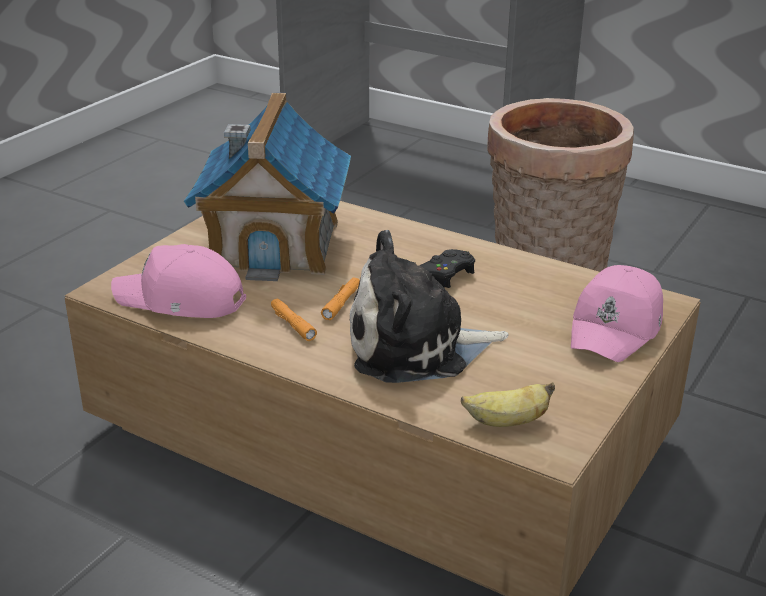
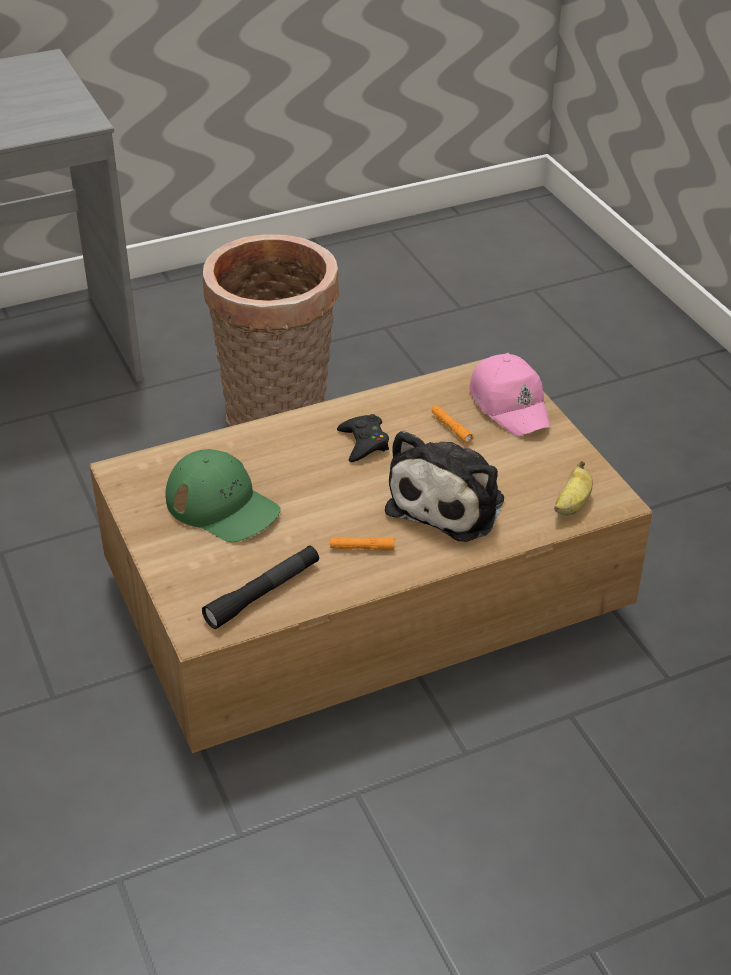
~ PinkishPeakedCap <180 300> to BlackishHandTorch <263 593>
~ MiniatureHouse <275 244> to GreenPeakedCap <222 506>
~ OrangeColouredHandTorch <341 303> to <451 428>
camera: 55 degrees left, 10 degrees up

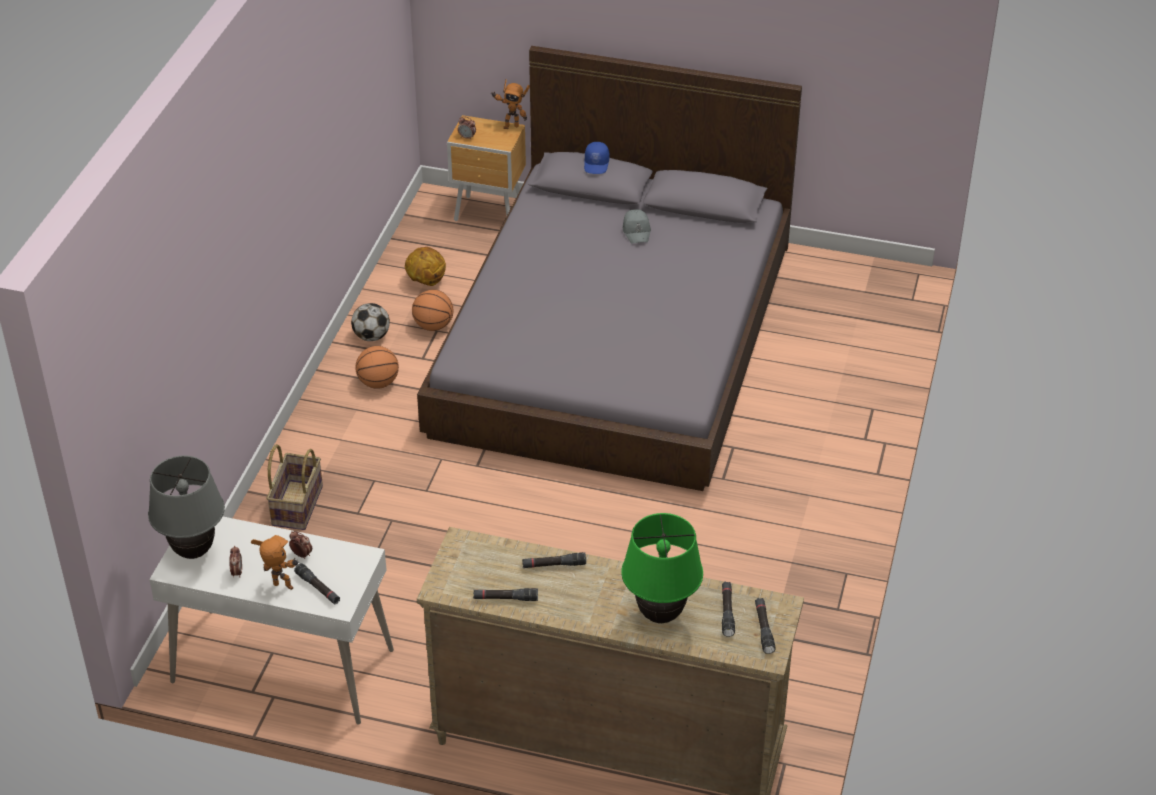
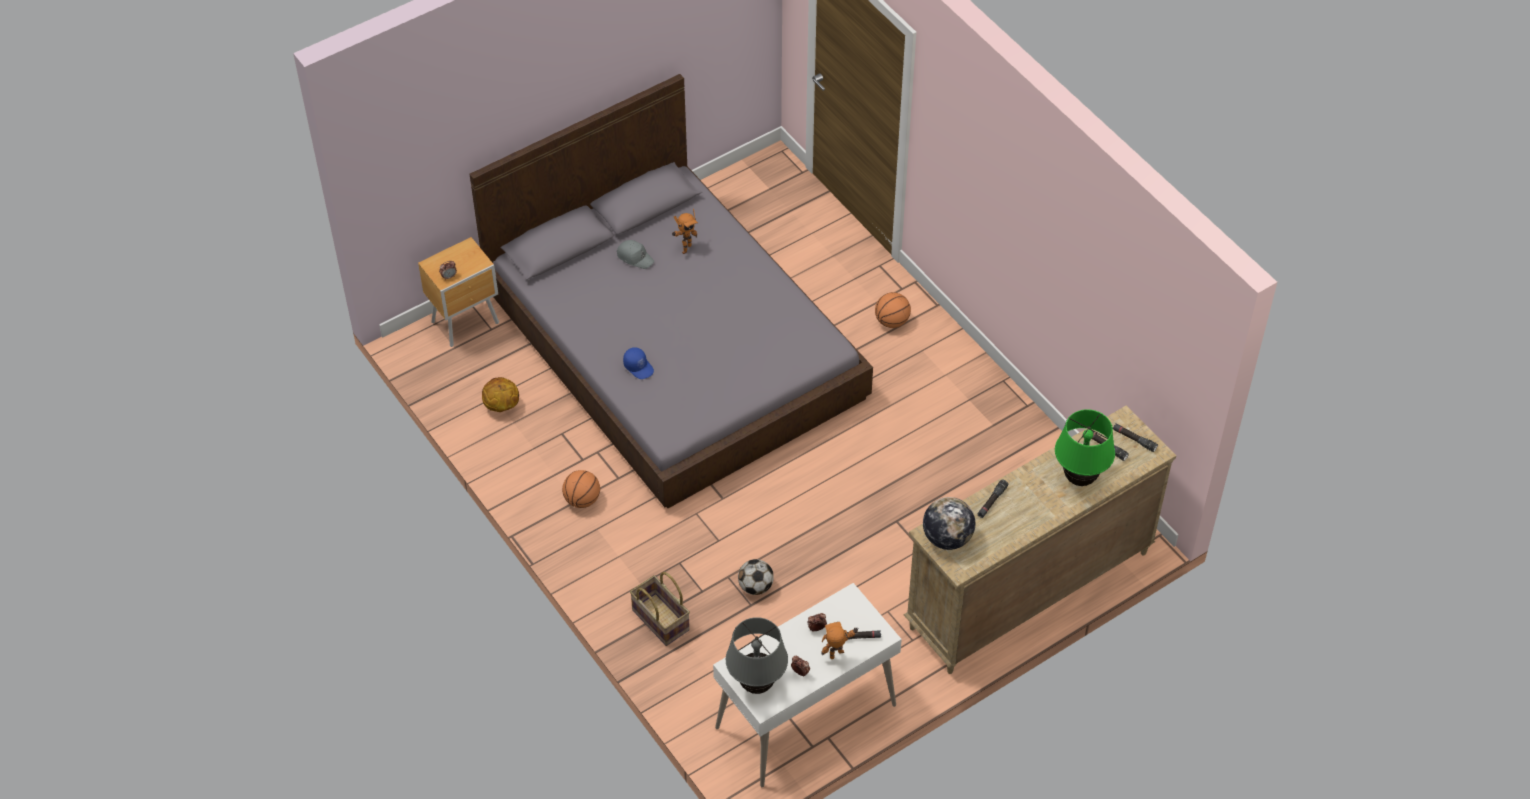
~ BallForFootball <371 336> to <755 587>
~ Basketball <433 326> to <892 321>
- BlackishHandTorch <505 598>
~ ModelRobot <510 126> to <685 248>
~ BlueColouredPeakedCap <597 164> to <639 367>
+ WorldGlobe <947 538>
camera: 50 degrees left, 10 degrees up

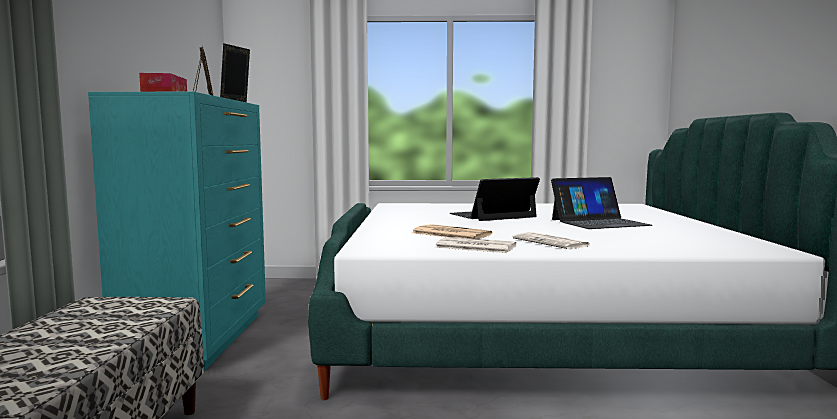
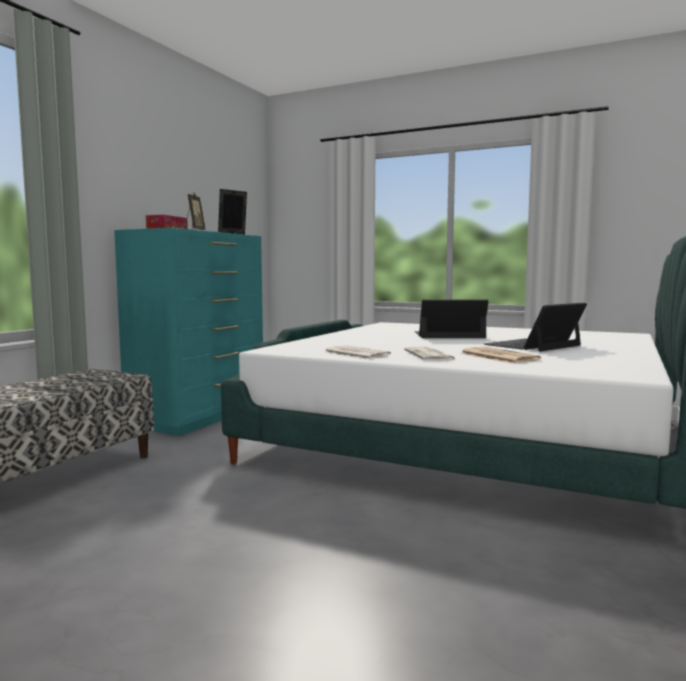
~ Newspaper <450 234> to <497 356>
~ NotebookComputer <599 222> = <533 345> 135 degrees clockwise
camera: 25 degrees right, 0 degrees up

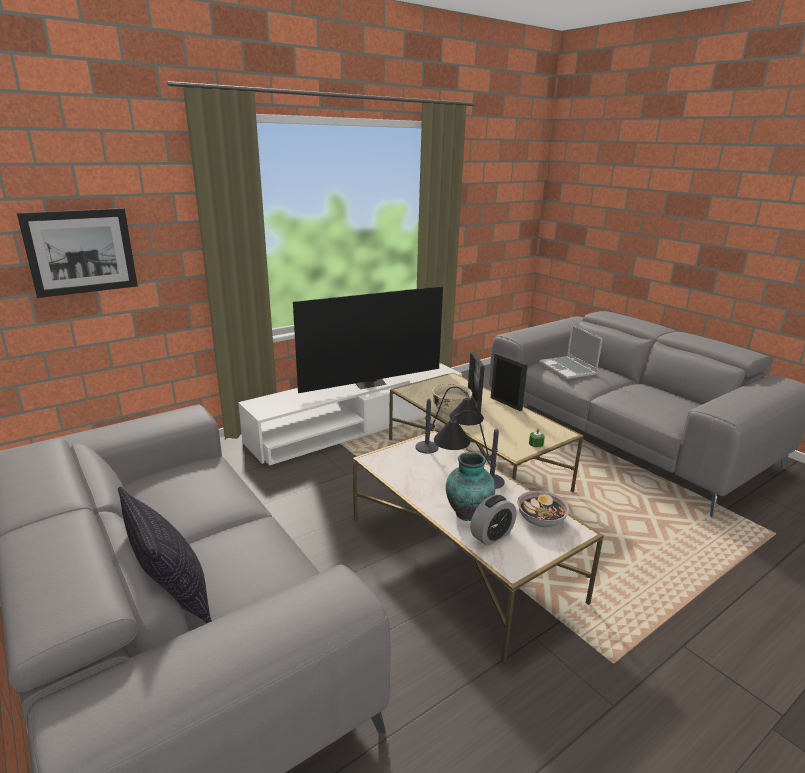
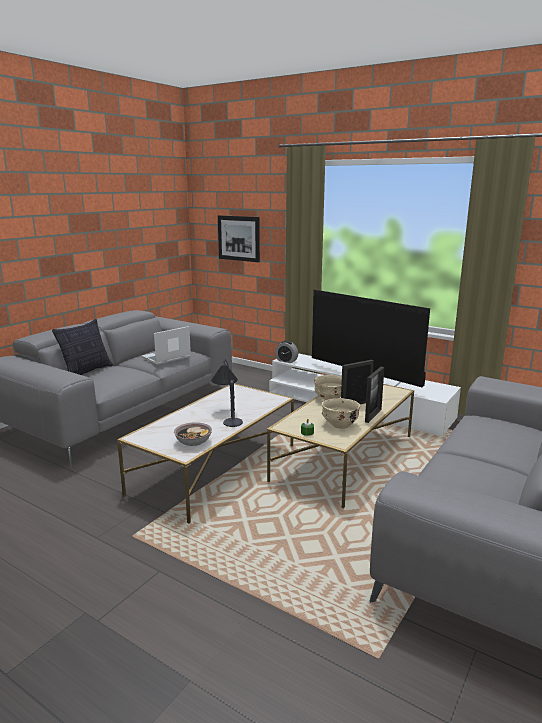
- TabletopLamp <450 451>
- Vase <467 513>
~ BedsideClock <492 535> to <286 361>
~ NotebookComputer <568 369> to <166 358>
+ SandColouredDeepDish <339 425>
camera: 70 degrees right, 5 degrees down

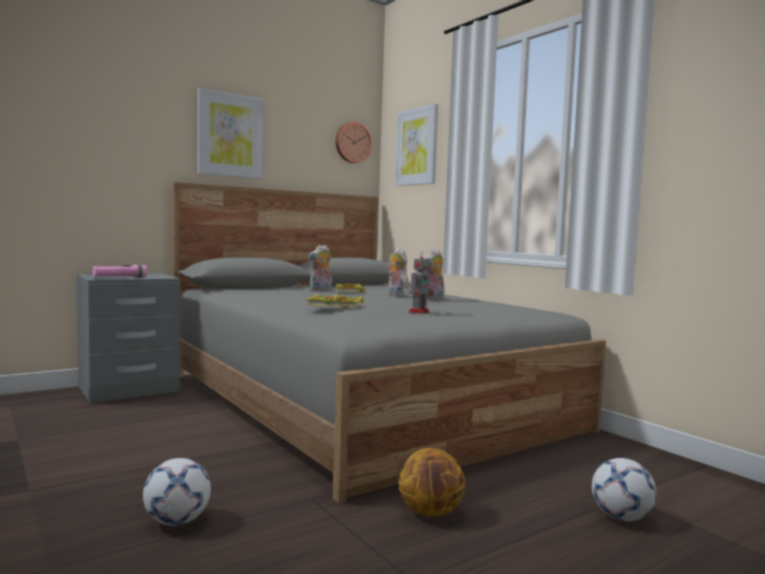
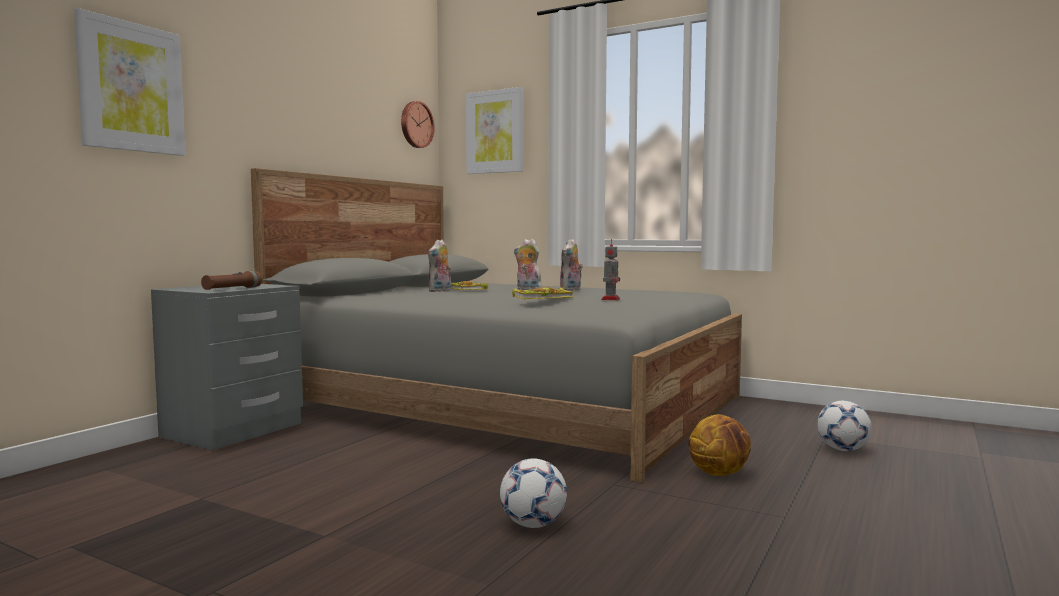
~ PinkishHandTorch <120 278> to BrownishHandTorch <232 289>
~ WallArt <230 135> to <131 87>
camera: 25 degrees left, 0 degrees up

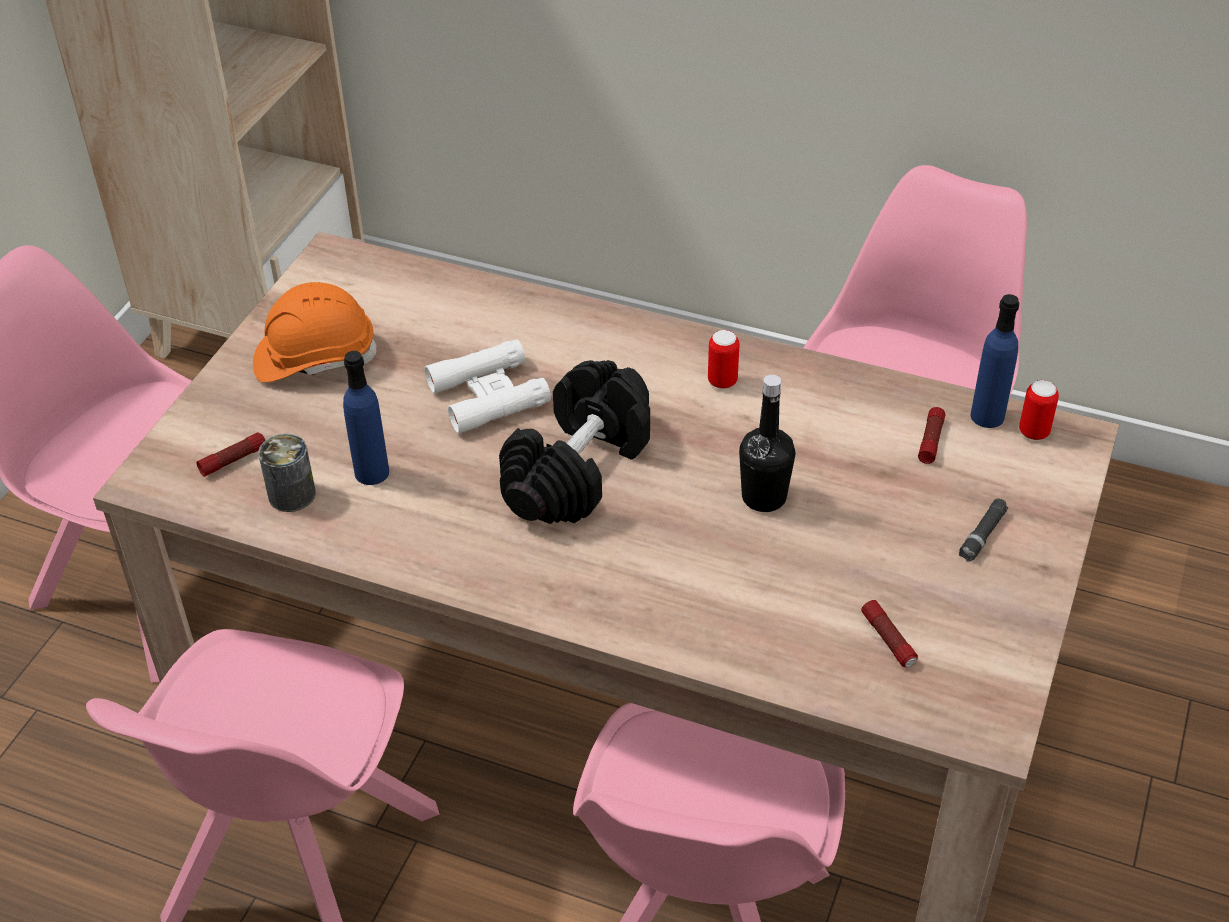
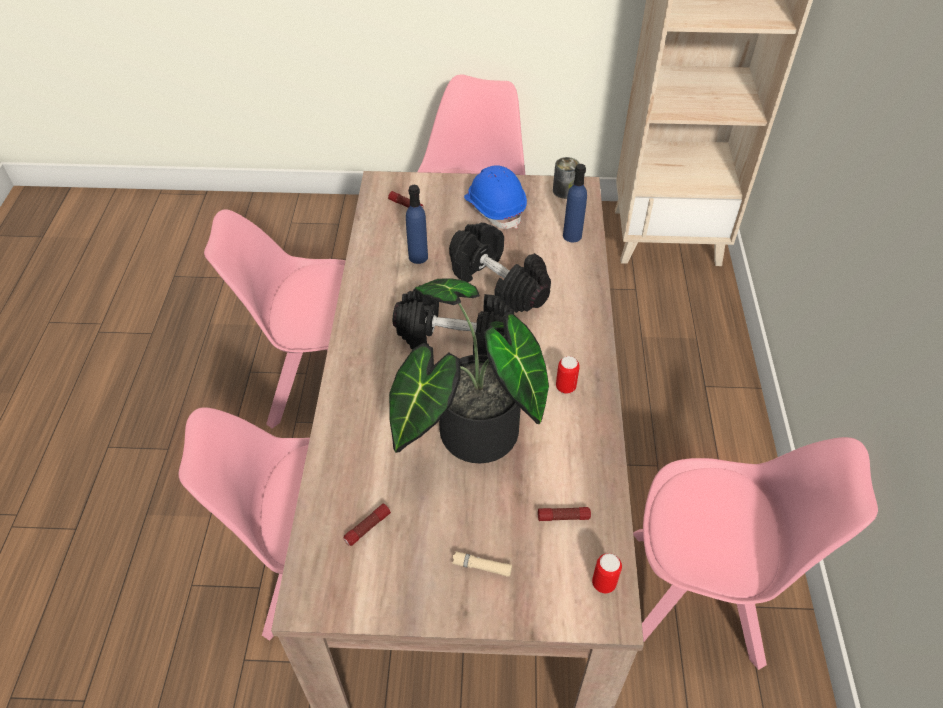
~ OrangeColouredWorkHelmet <315 358> to BlueColouredWorkHelmet <495 208>
~ MetalCan <292 495> to <564 190>
~ WhiteColouredBinoculars <488 395> to BlackishHandWeight <499 284>
~ BlackishDrinkBottle <764 497> to PlantInAPot <468 433>
~ BlackishHandTorch <982 535> to SandColouredHandTorch <481 567>
~ BlueColouredDrinkBottle <987 416> to <572 236>
camera: 70 degrees right, 5 degrees up

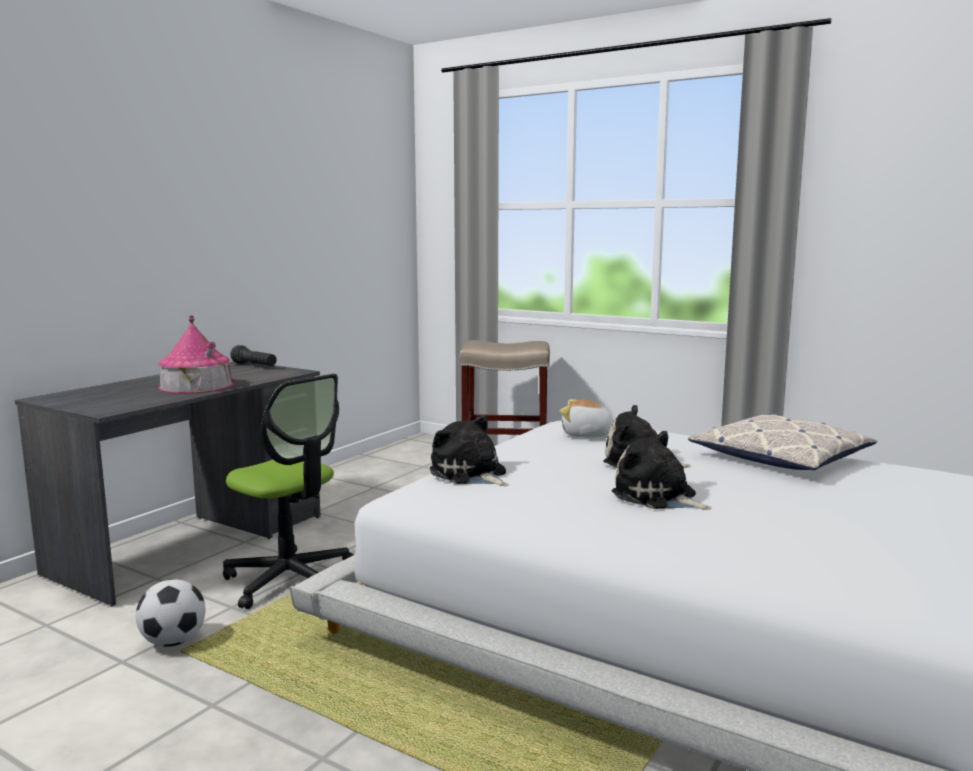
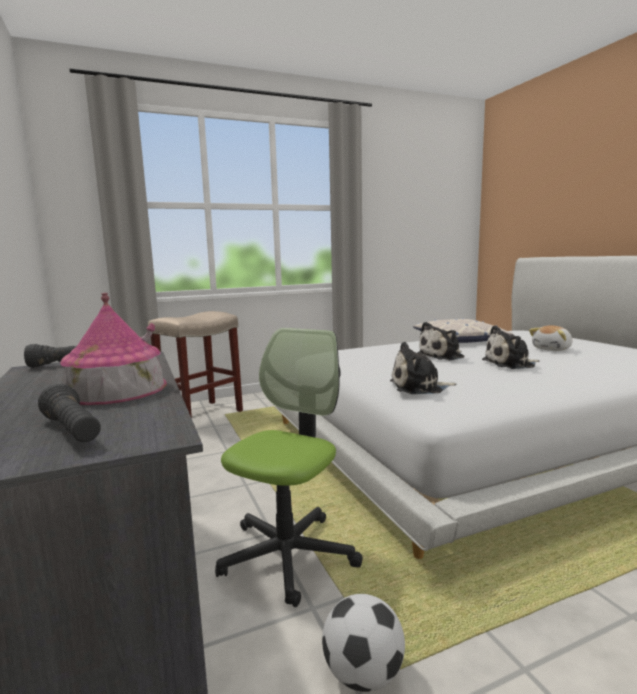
~ ComputerChair <290 579> = <288 555> 45 degrees counterclockwise
~ PlushToy <587 435> to <552 349>
+ BlackishHandTorch <73 431>
camera: 55 degrees left, 0 degrees up

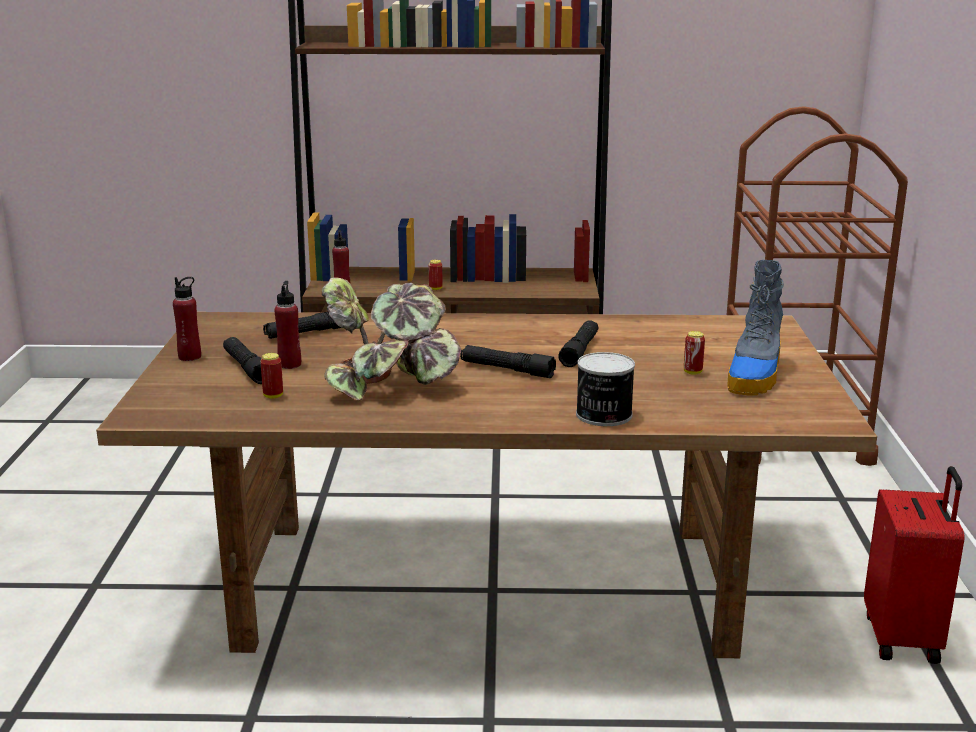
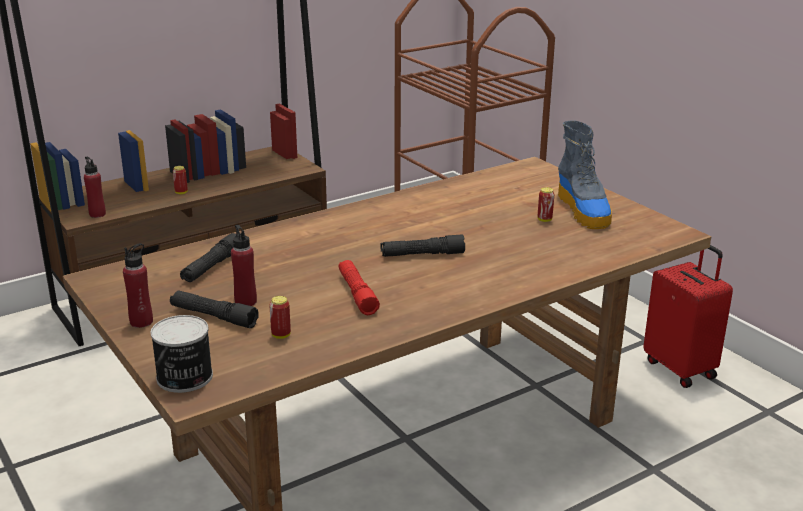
~ PlantInAPot <390 384> to RedHandTorch <357 294>
- BlackishHandTorch <579 351>
~ MetalCan <603 415> to <184 378>
camera: 35 degrees left, 5 degrees up

